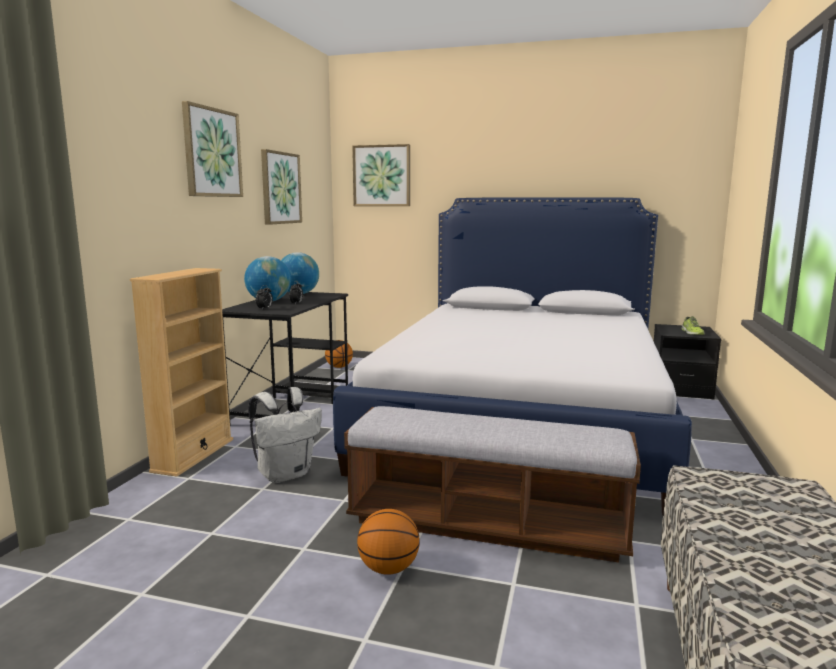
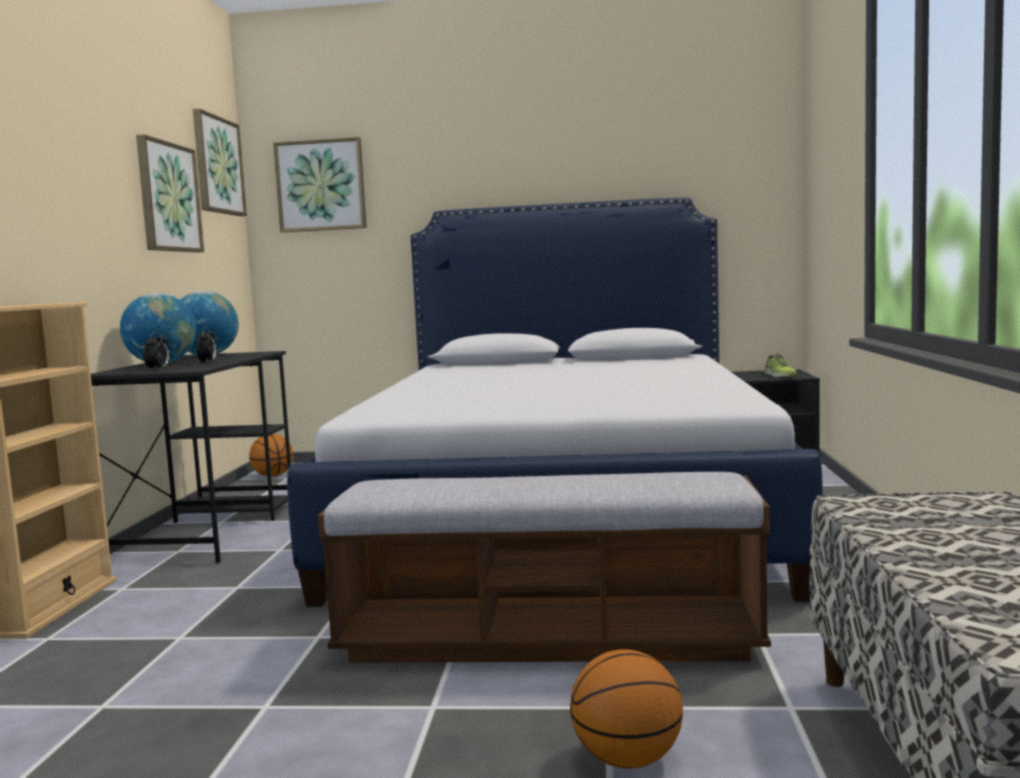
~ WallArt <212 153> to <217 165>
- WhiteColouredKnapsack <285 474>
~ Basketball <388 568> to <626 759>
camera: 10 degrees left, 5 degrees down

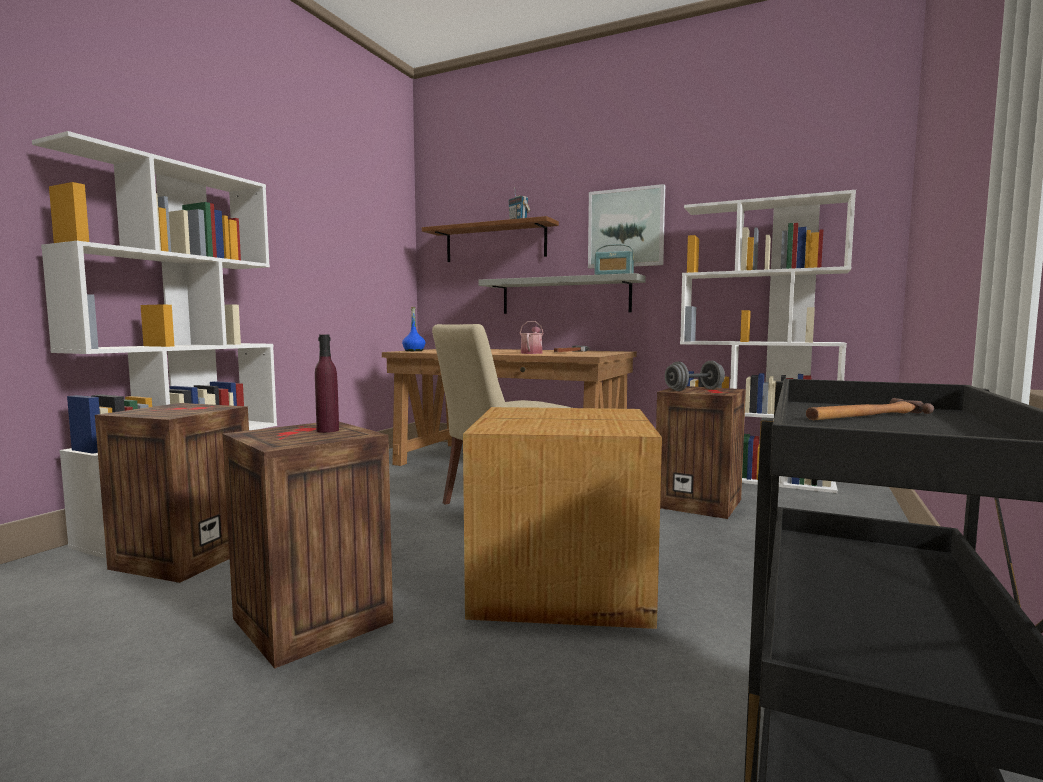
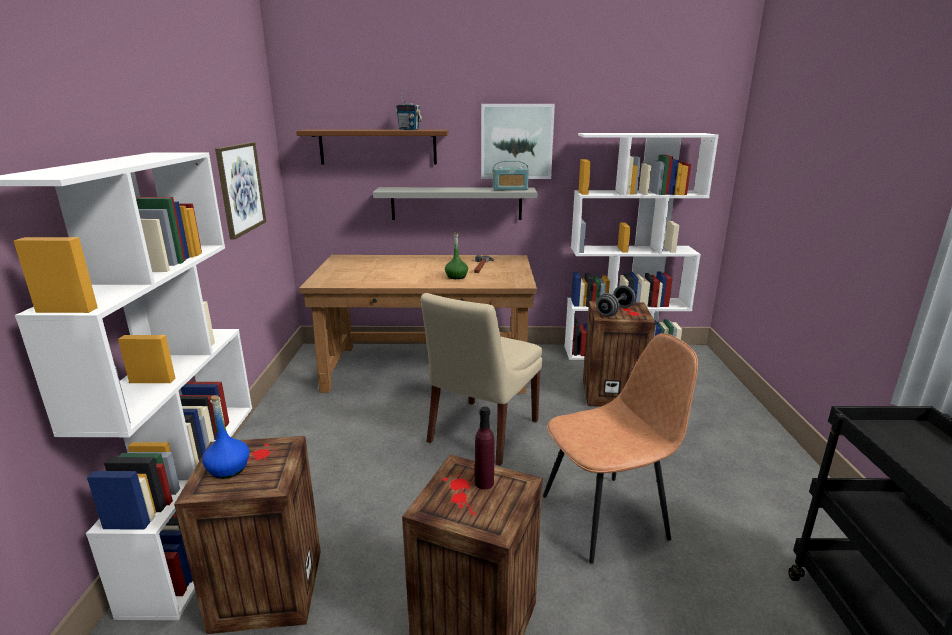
~ BlueColouredDrinkBottle <414 351> to <229 469>
~ Carton <564 583> to BrownishChair <607 516>
~ WateringPot <532 353> to GreenDrinkBottle <456 276>
- Hammer <865 415>
+ WallArt <240 188>
camera: 25 degrees left, 15 degrees up

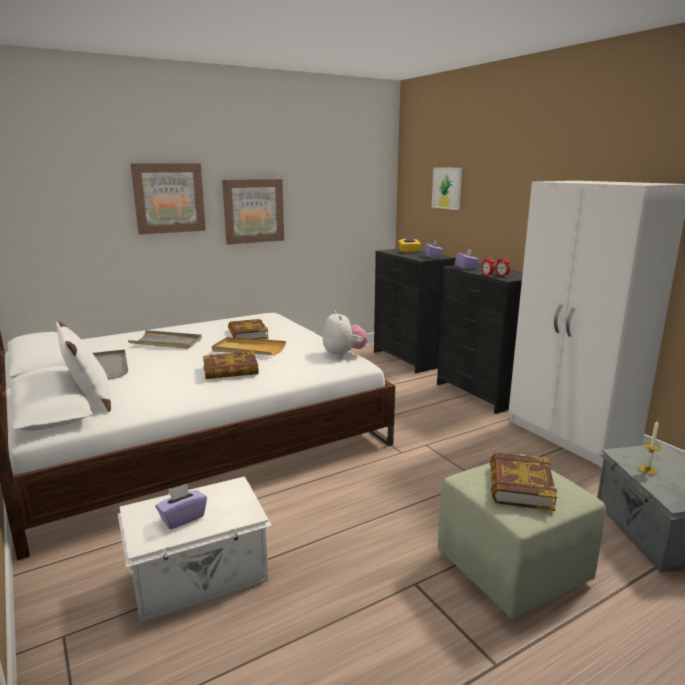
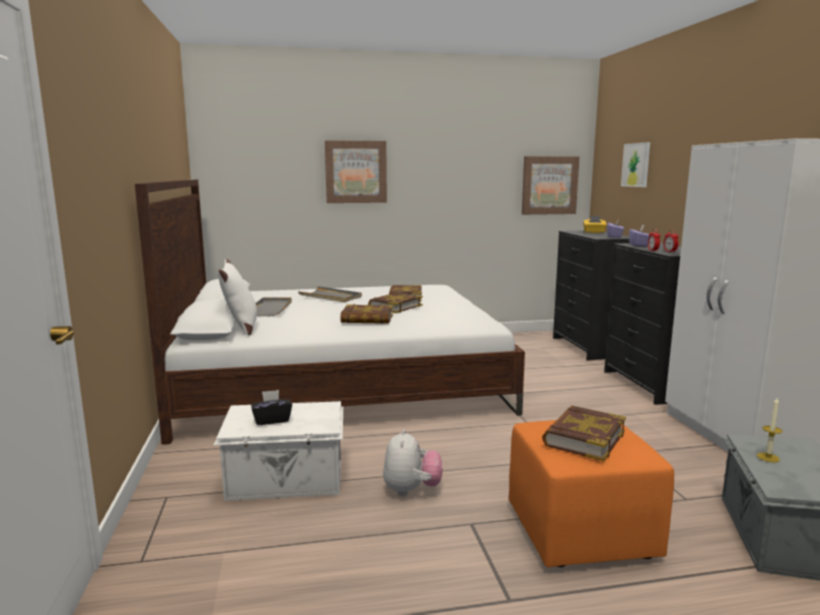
~ PurpleColouredBoxOfTissues <182 518> to BlackishBoxOfTissues <272 420>
~ SandColouredTray <248 349> to BoundBook <395 306>
~ WallArt <253 211> to <549 185>
~ PlushToy <344 354> to <411 490>
~ GreenPouffe <511 569> to OrangeColouredPouffe <579 533>
camera: 20 degrees right, 5 degrees down

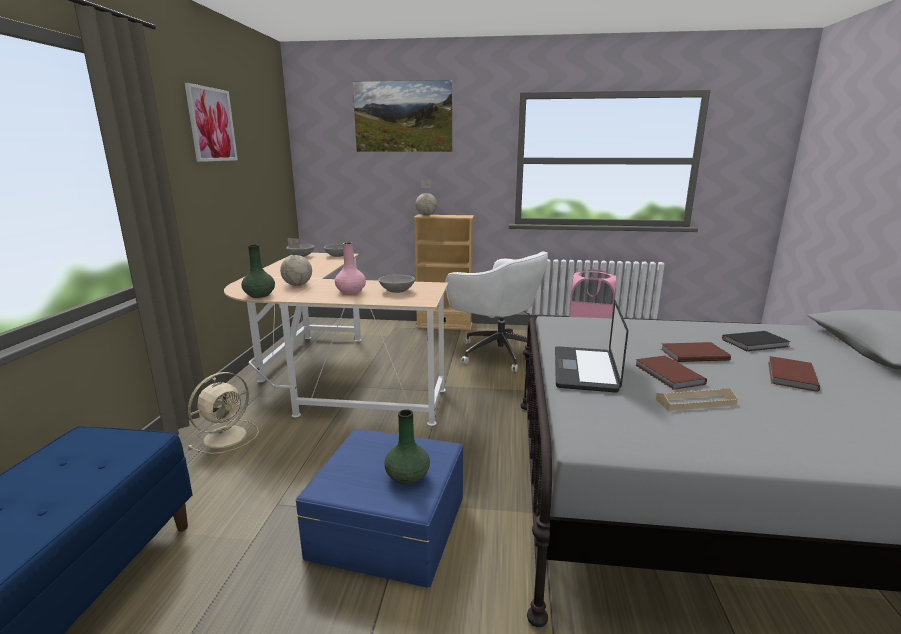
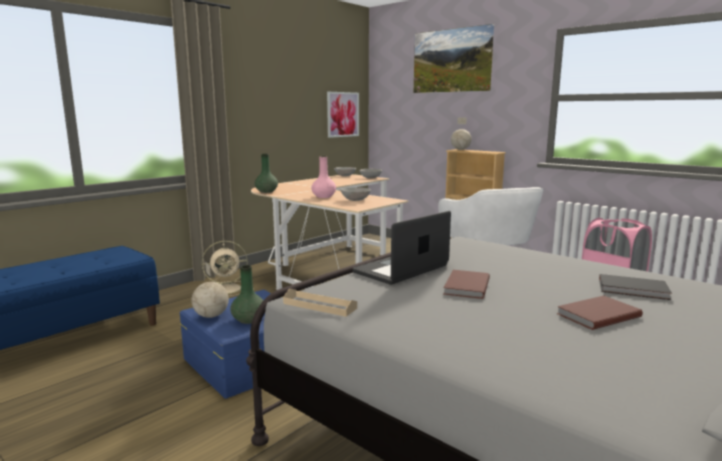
~ WallArt <211 124> to <342 114>
~ WorldGlobe <297 285> to <211 316>
~ SandColouredTray <695 402> to <319 306>
- BrownishBoundBook <692 354>
camera: 35 degrees right, 5 degrees down

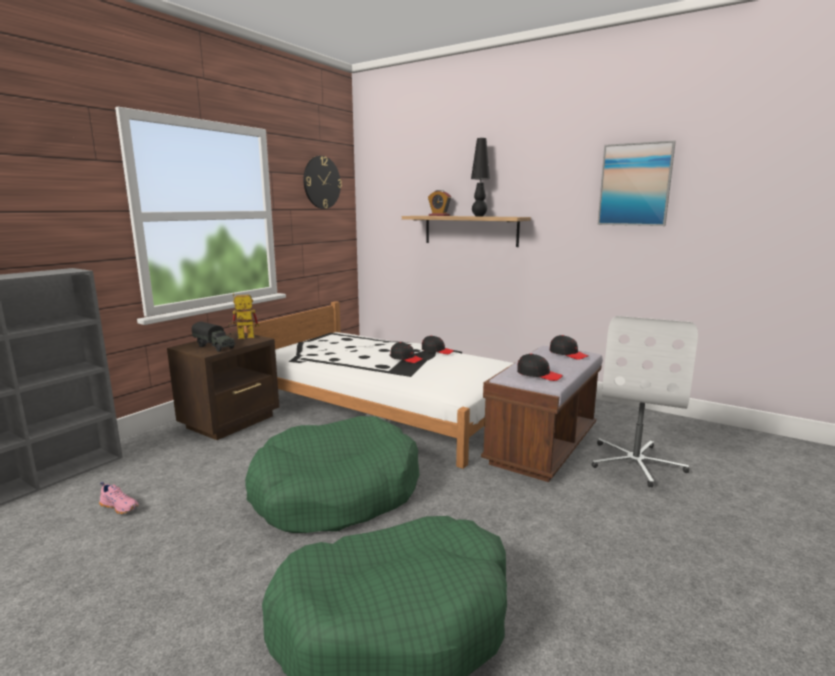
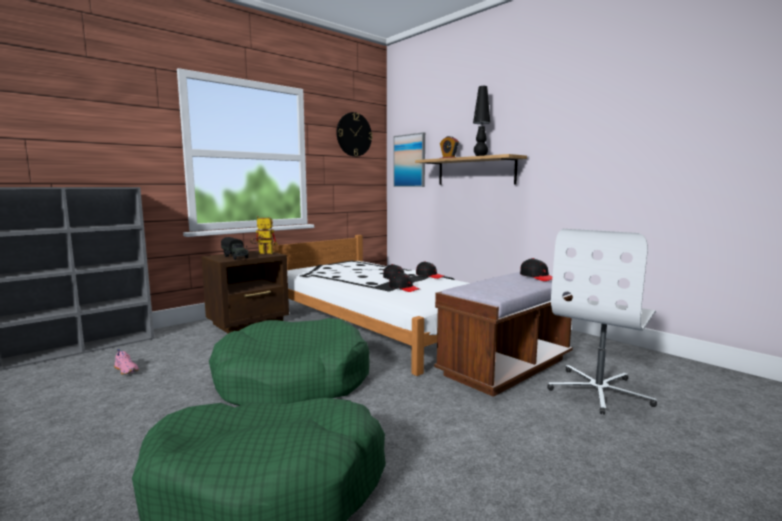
~ BlackishPeakedCap <538 374> to <404 288>
~ WallArt <635 185> to <409 161>
camera: 15 degrees right, 5 degrees down

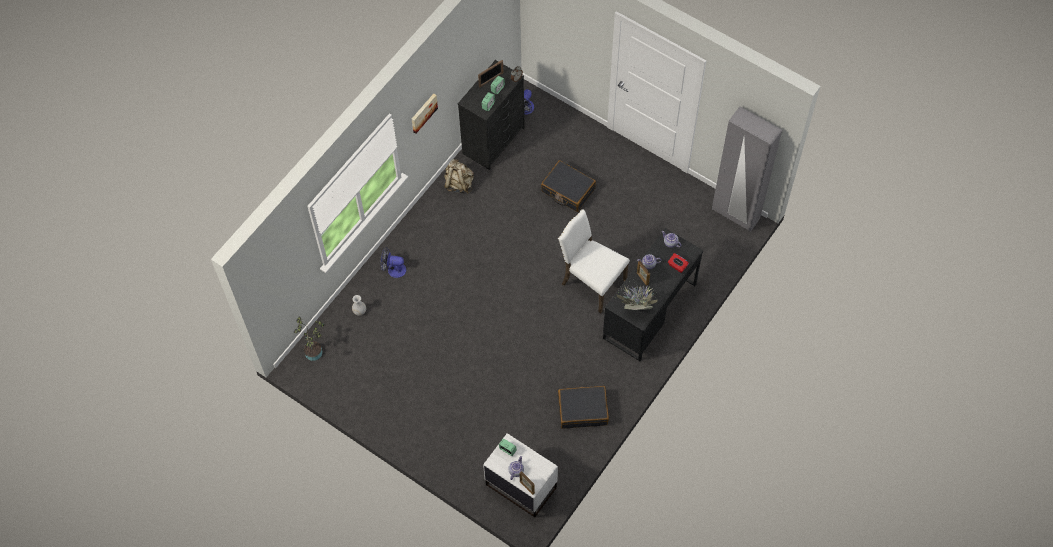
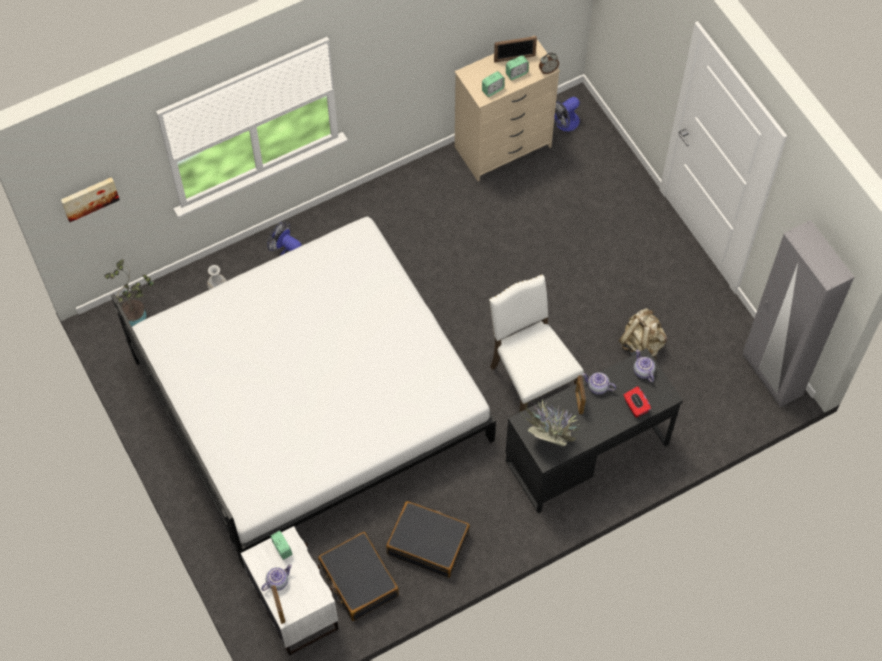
~ WallArt <423 112> to <89 197>
~ SandColouredKnapsack <459 184> to <641 344>
~ BlackishDrawerChest <494 141> to SandColouredDrawerChest <503 147>
~ BlackishTravelCase <568 190> to <358 580>
+ WhiteColouredBed <310 398>
camera: 25 degrees right, 0 degrees up

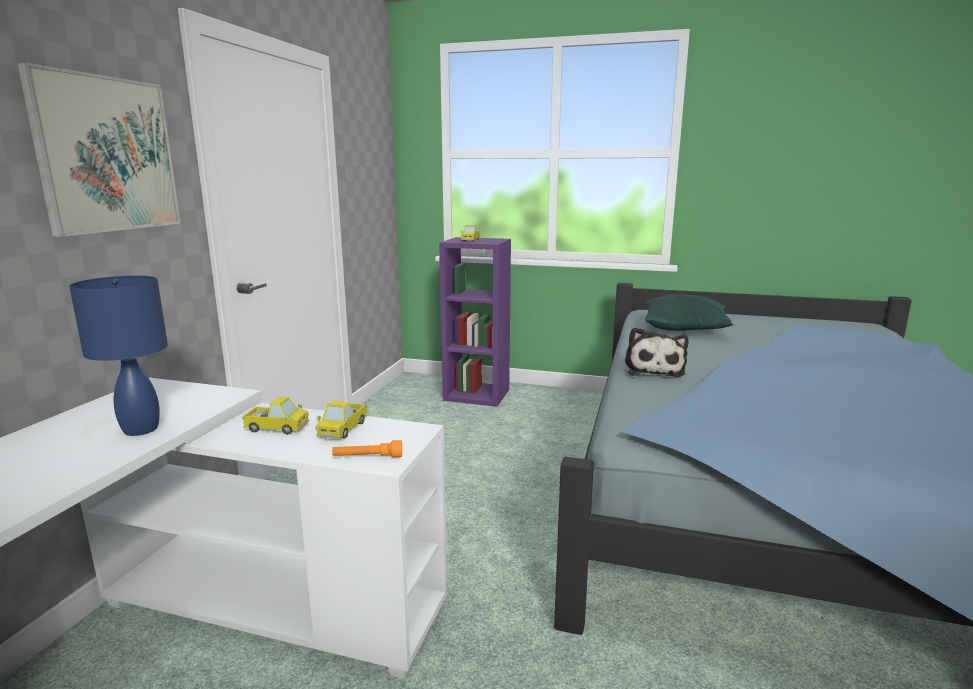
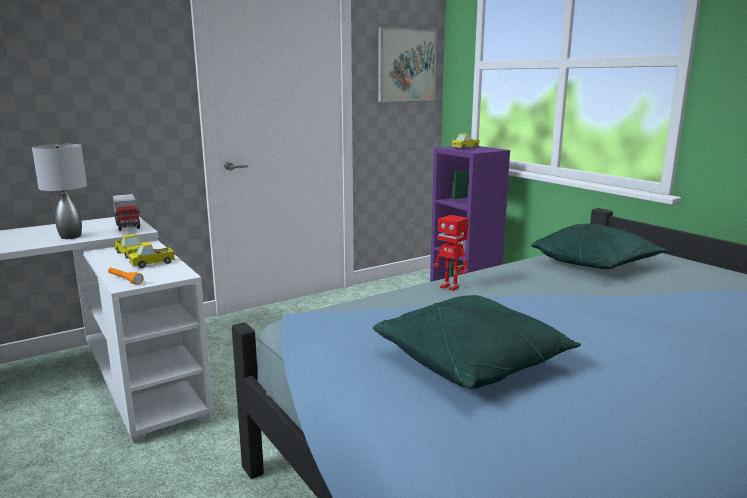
~ WallArt <107 154> to <406 65>
~ BlueColouredTabletopLamp <142 429> to GreyishTabletopLamp <70 236>
~ PlushToy <653 369> to ModelRobot <450 287>
+ ToyTruck <128 226>
+ GreenThrowPillow <472 361>
camera: 40 degrees right, 0 degrees up

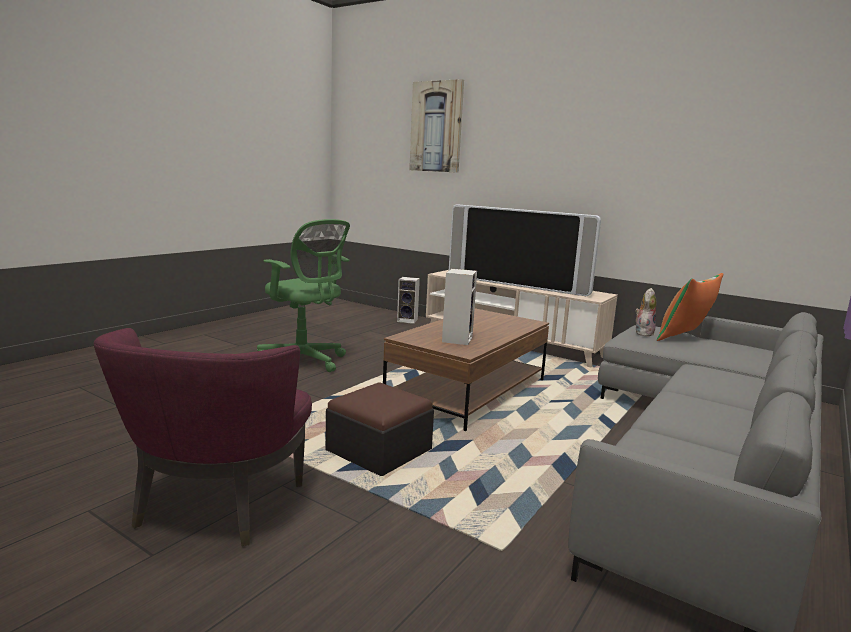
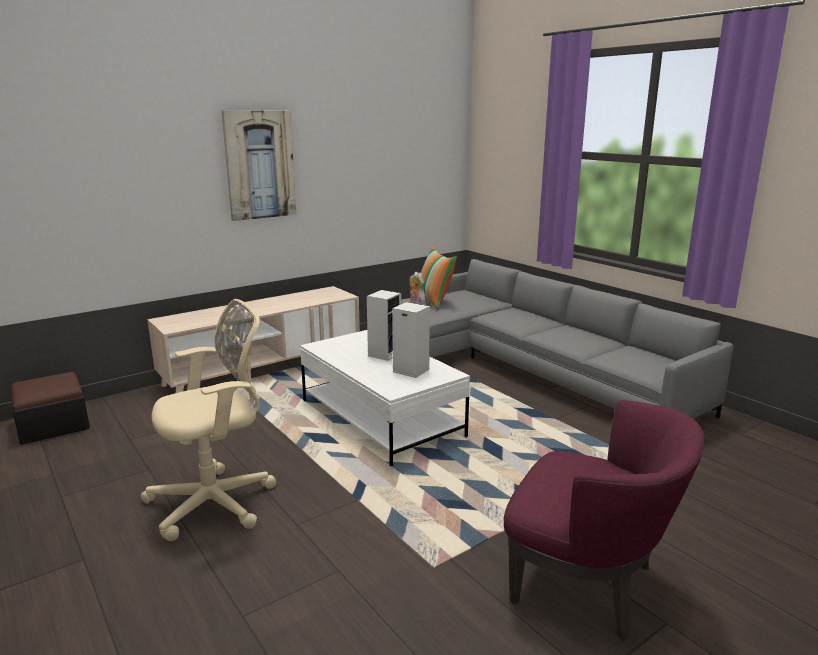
~ GreenComputerChair <304 361> to SandColouredComputerChair <217 502>
~ Pouffe <379 450> to <53 424>
~ BrownishLowTable <468 392> to WhiteColouredLowTable <381 418>
~ Speaker <408 320> to <384 353>
~ WallArt <436 127> to <259 165>
- Television <517 284>
camera: 70 degrees left, 5 degrees up

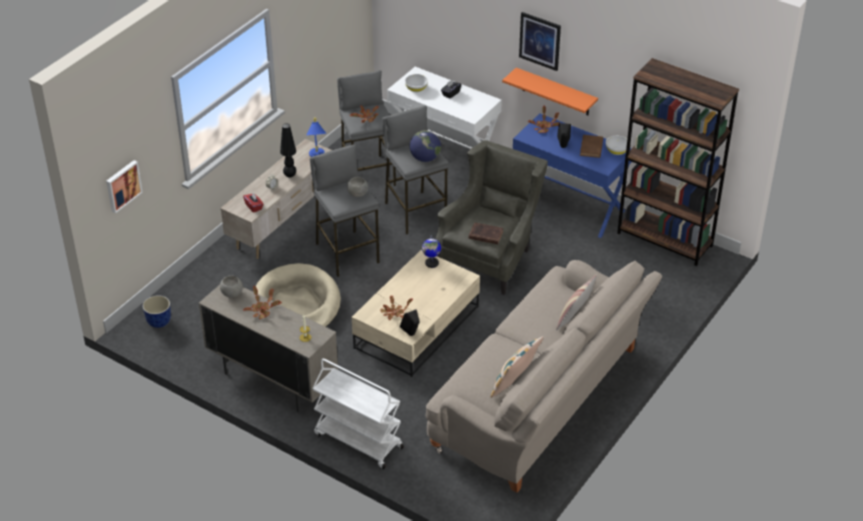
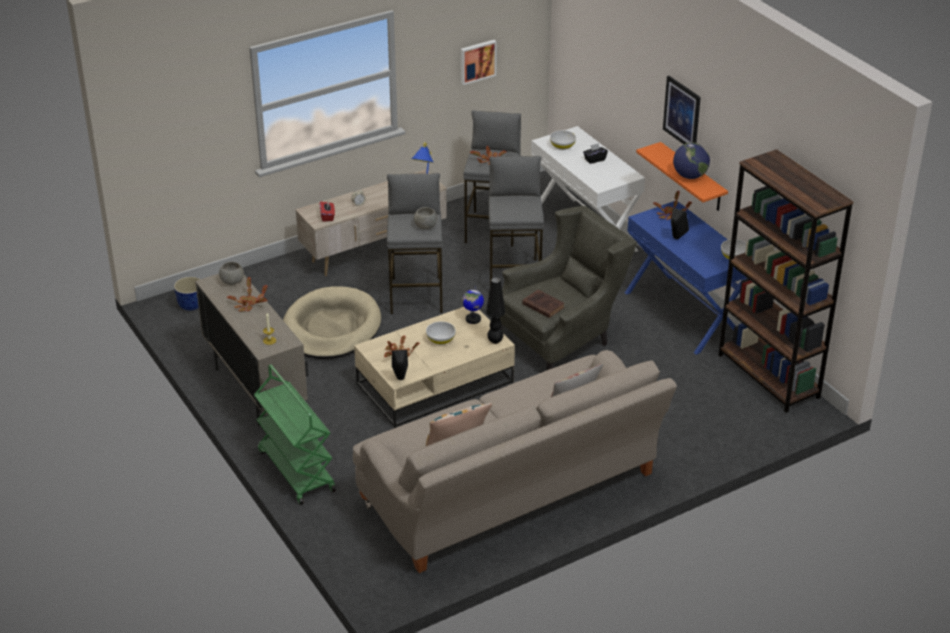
~ WallArt <122 185> to <477 61>
~ BlackishTabletopLamp <289 175> to <495 341>
~ WhiteColouredCart <357 441> to GreenCart <295 471>
~ WorldGlobe <425 158> to <690 176>
- BrownishBoundBook <591 148>
+ WhiteColouredDeepDish <441 340>
camera: 25 degrees right, 5 degrees down

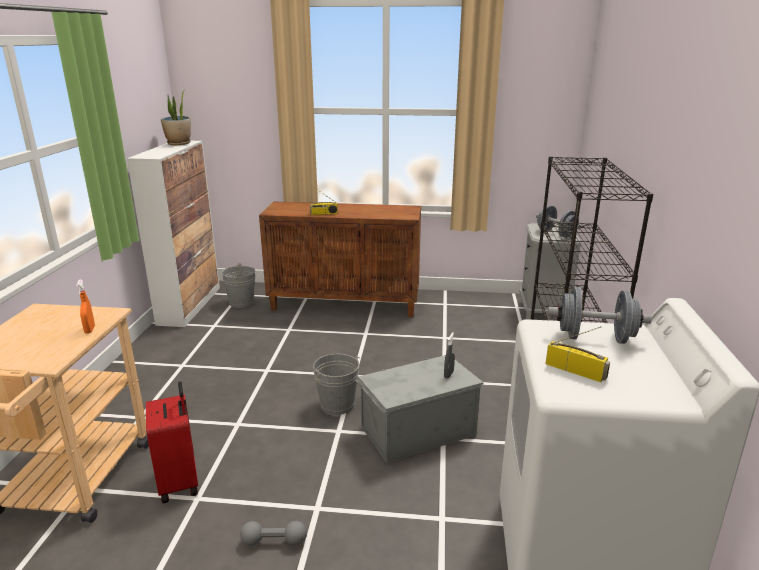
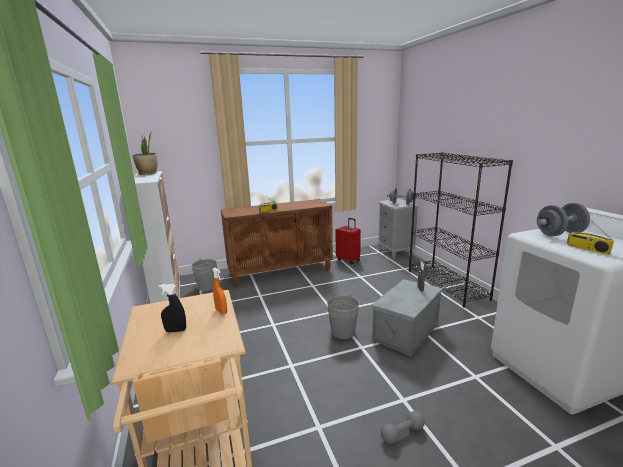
~ RedTravelCase <180 482> to <348 260>
~ RadioSet <576 371> = <587 249> 135 degrees counterclockwise
+ BlackishSprayer <175 330>
camera: 25 degrees left, 5 degrees down

